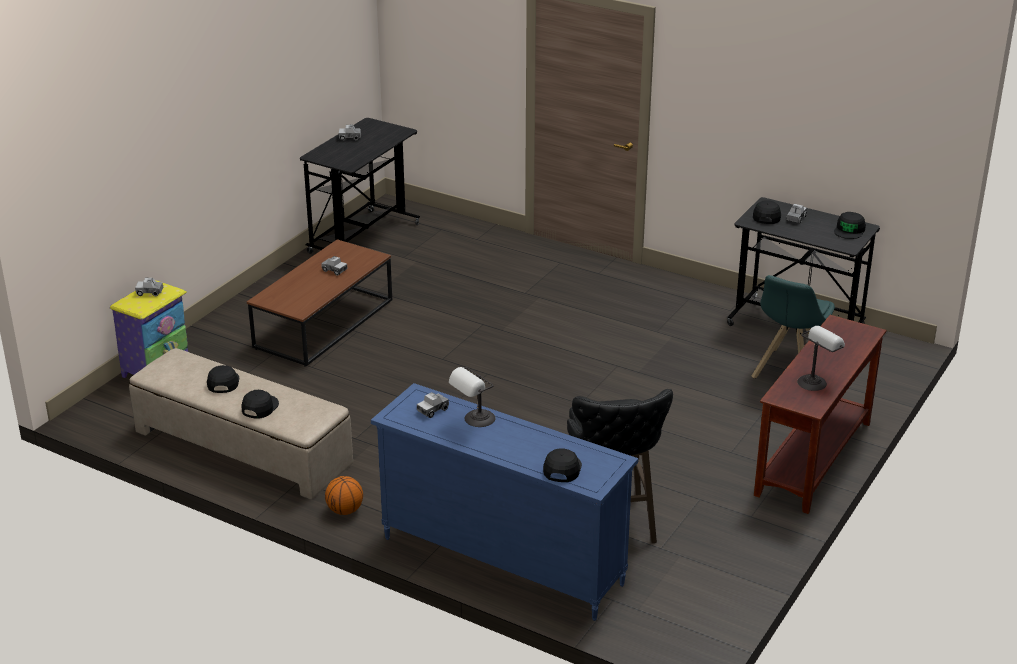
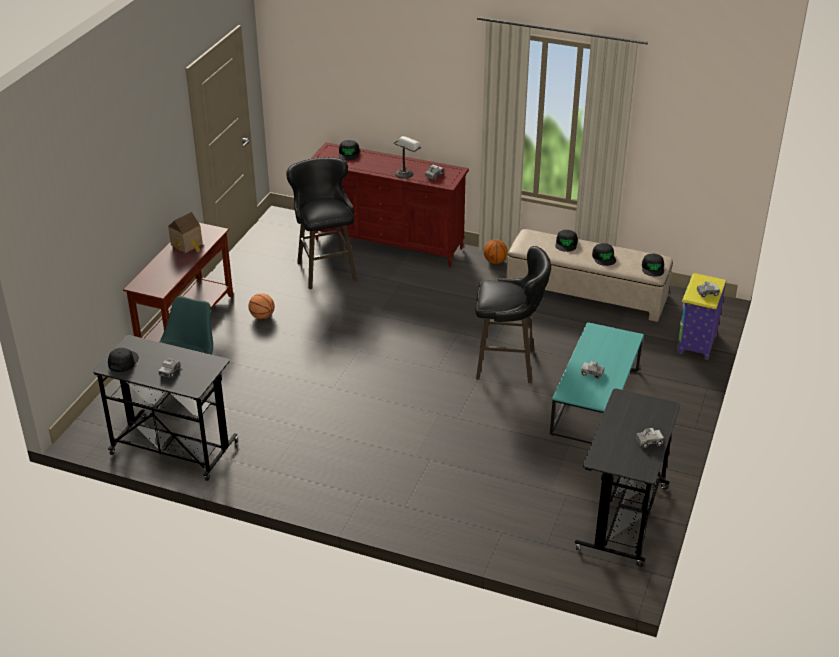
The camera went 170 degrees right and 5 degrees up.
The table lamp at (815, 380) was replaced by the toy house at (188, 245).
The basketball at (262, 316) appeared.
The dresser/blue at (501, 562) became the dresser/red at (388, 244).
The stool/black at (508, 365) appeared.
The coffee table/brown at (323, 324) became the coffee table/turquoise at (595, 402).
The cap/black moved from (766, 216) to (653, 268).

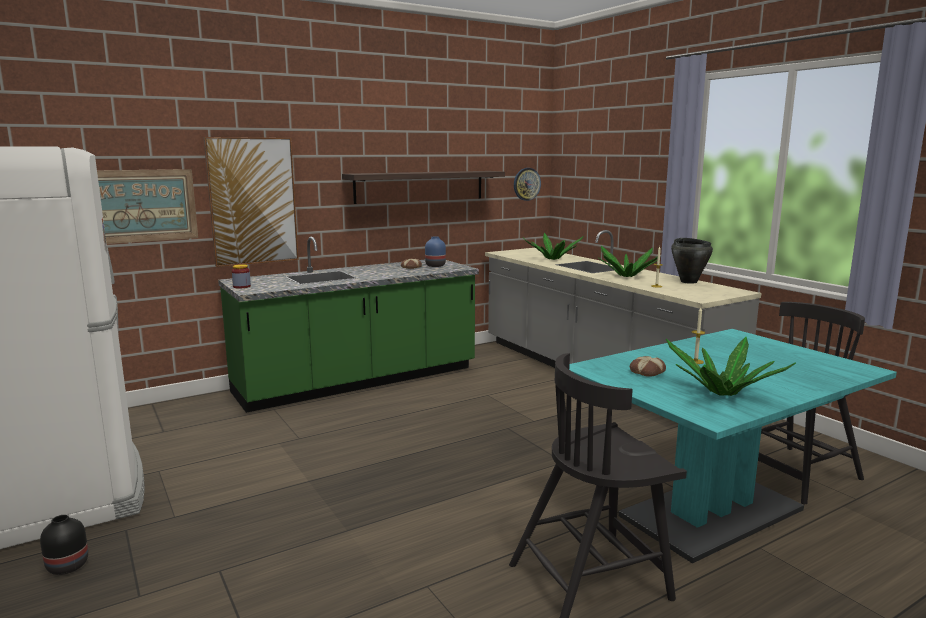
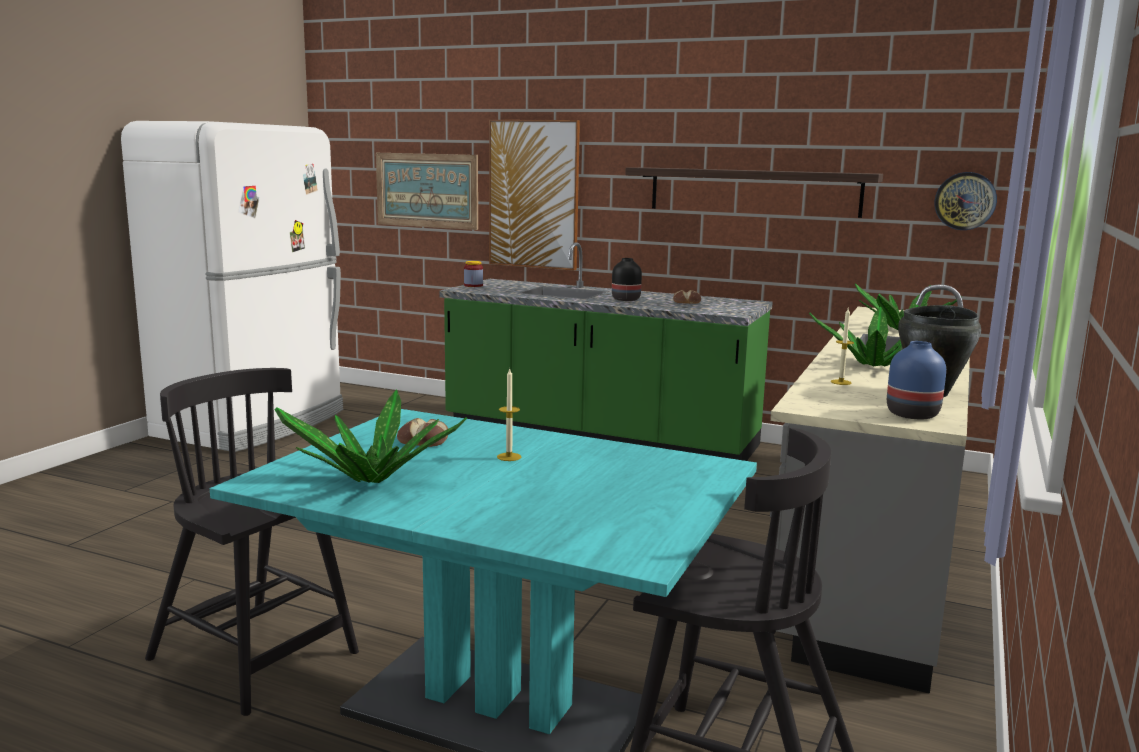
The camera went 55 degrees right and 0 degrees up.
The vase/black moved from (67, 567) to (625, 299).
The vase/blue moved from (436, 265) to (913, 415).

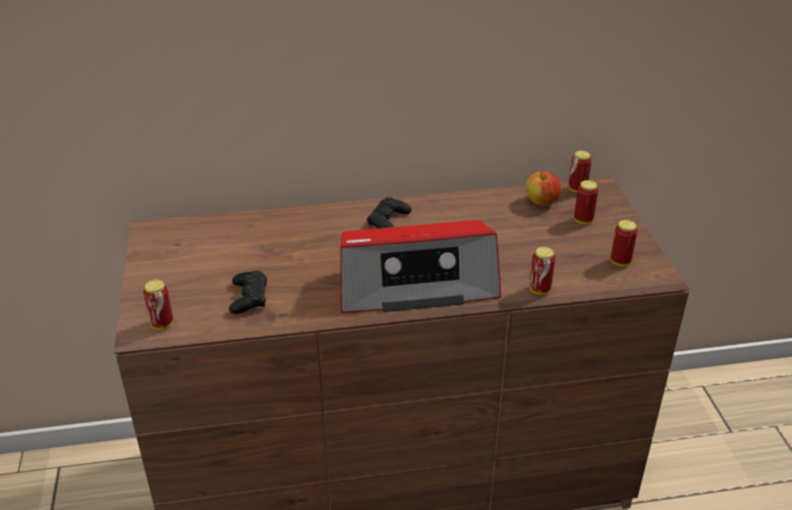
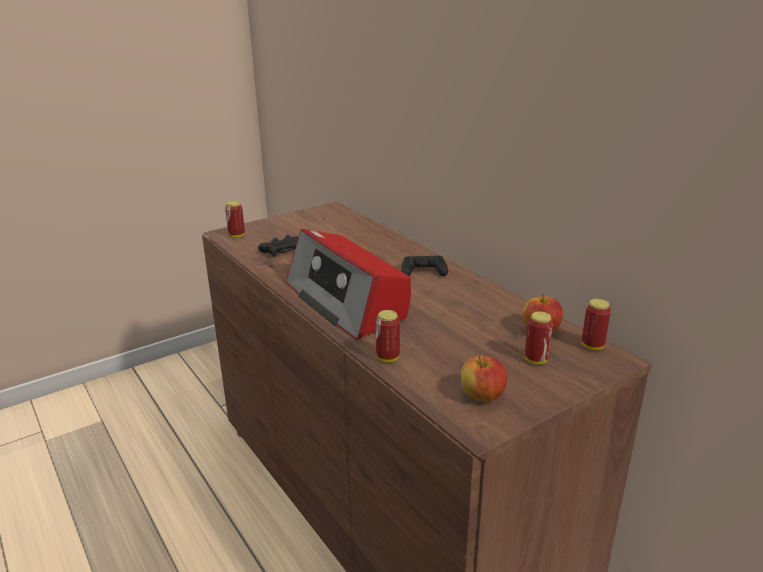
The camera went 65 degrees right and 10 degrees down.
The can at (620, 262) was replaced by the apple at (482, 396).

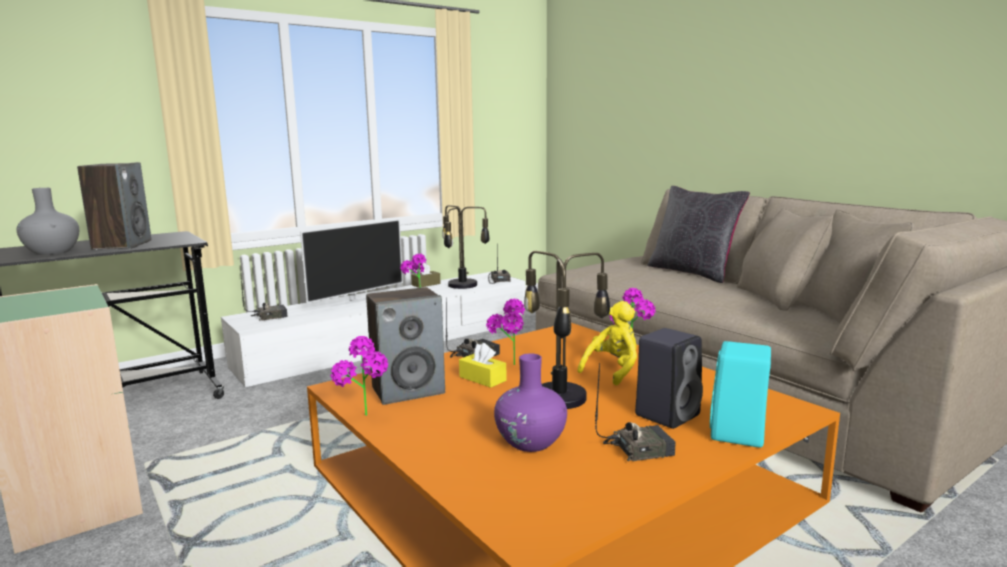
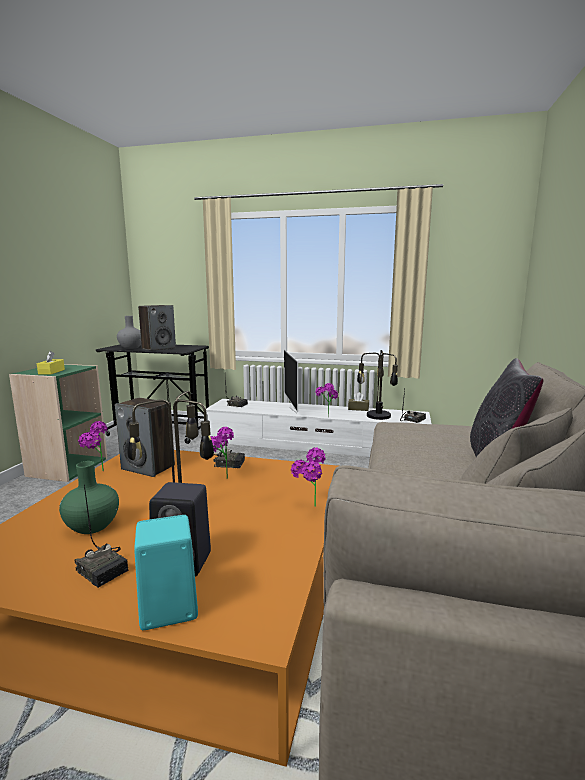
The camera went 50 degrees right and 0 degrees up.
The tissue box/yellow moved from (482, 379) to (51, 372).
The vase/purple at (530, 442) became the vase/green at (92, 526).
The television at (355, 301) turned 75 degrees clockwise.
The plush toy/yellow at (613, 371) disappeared.

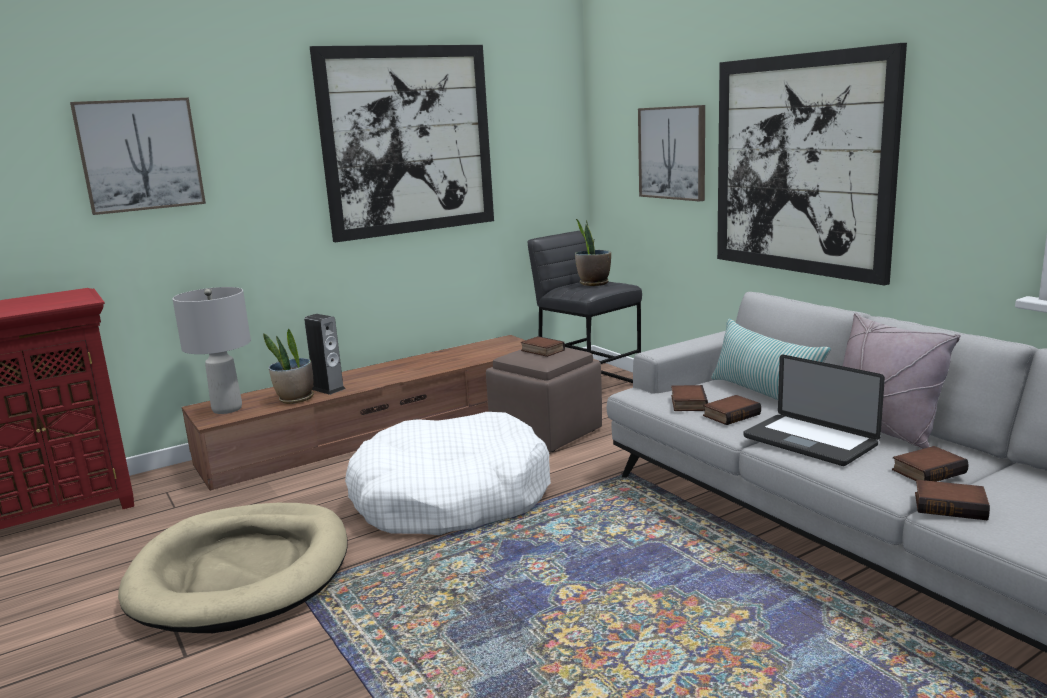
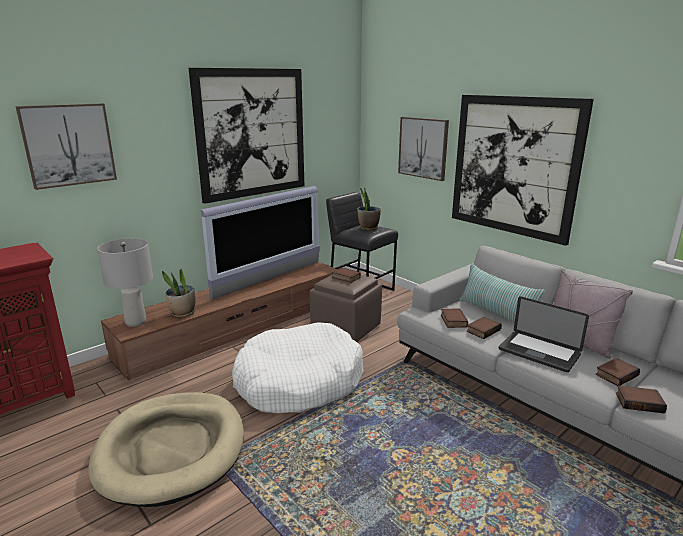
The camera went 10 degrees left and 5 degrees up.
The television at (269, 279) appeared.
The speaker at (328, 389) disappeared.

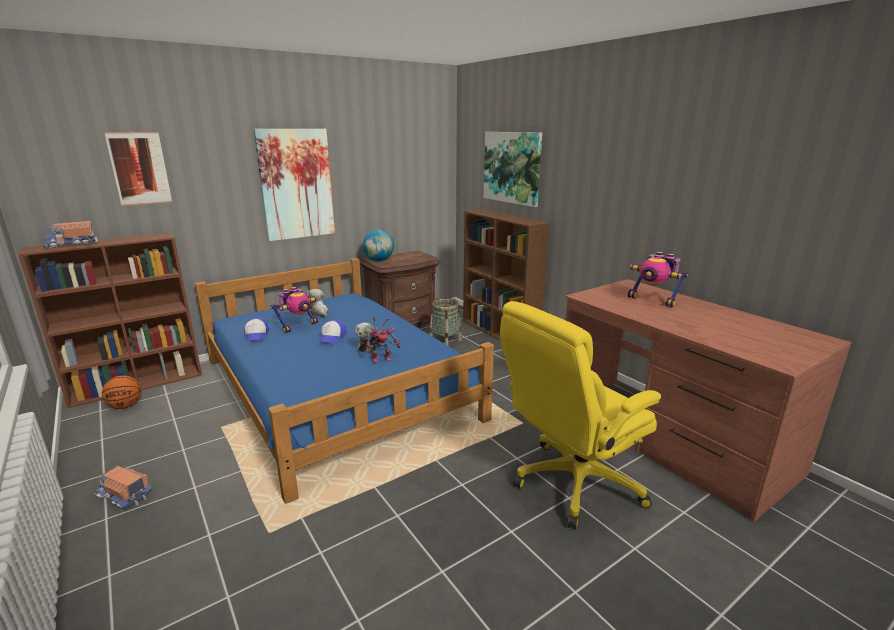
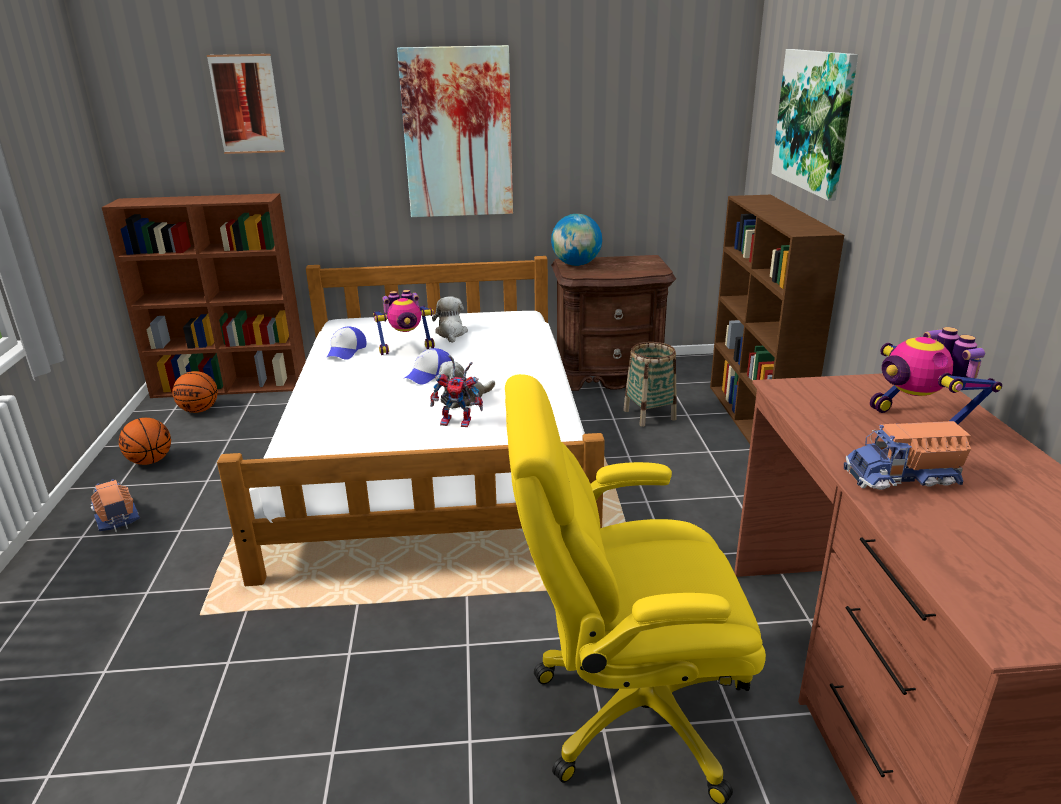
The camera went 30 degrees right and 5 degrees up.
The basketball at (150, 461) appeared.
The bed/blue at (336, 388) became the bed/white at (433, 449).
The toy truck moved from (72, 245) to (903, 477).

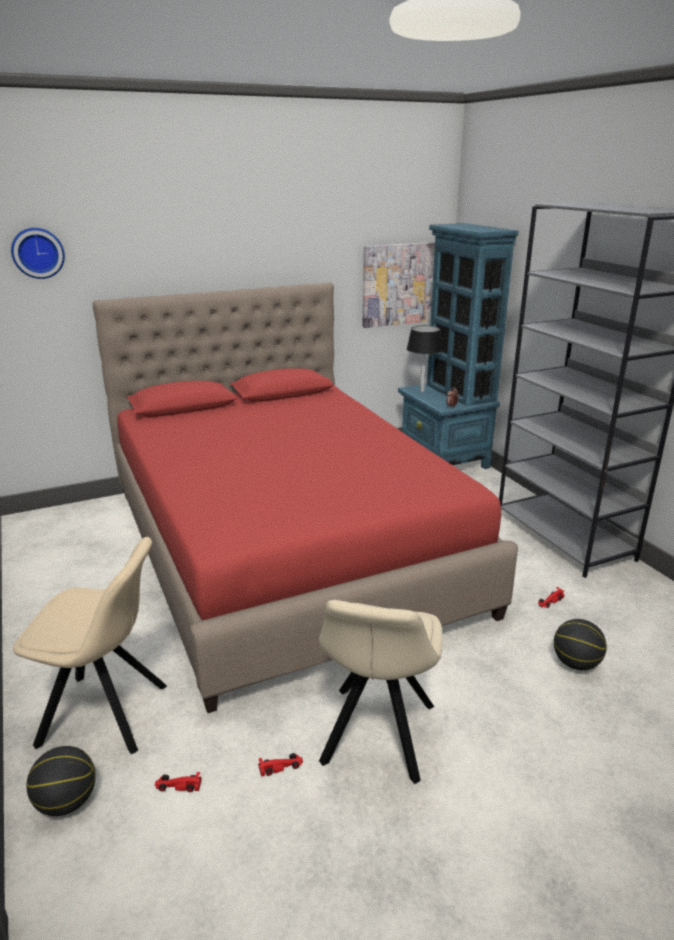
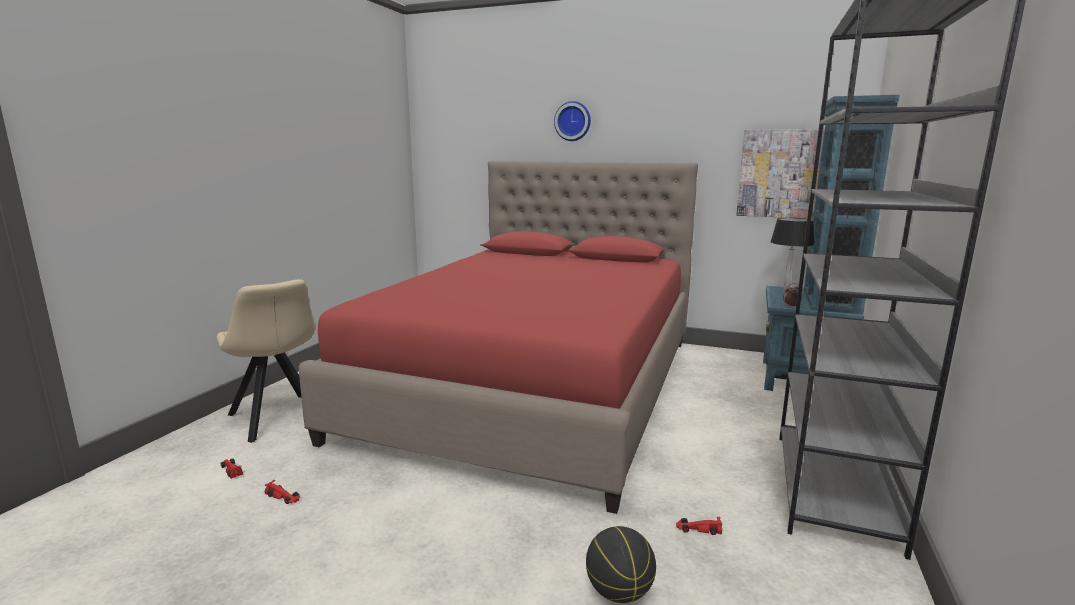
The camera went 45 degrees right and 10 degrees down.
The wall clock moved from (38, 253) to (573, 121).
The basketball at (66, 802) disappeared.
The chair/beige at (377, 734) disappeared.

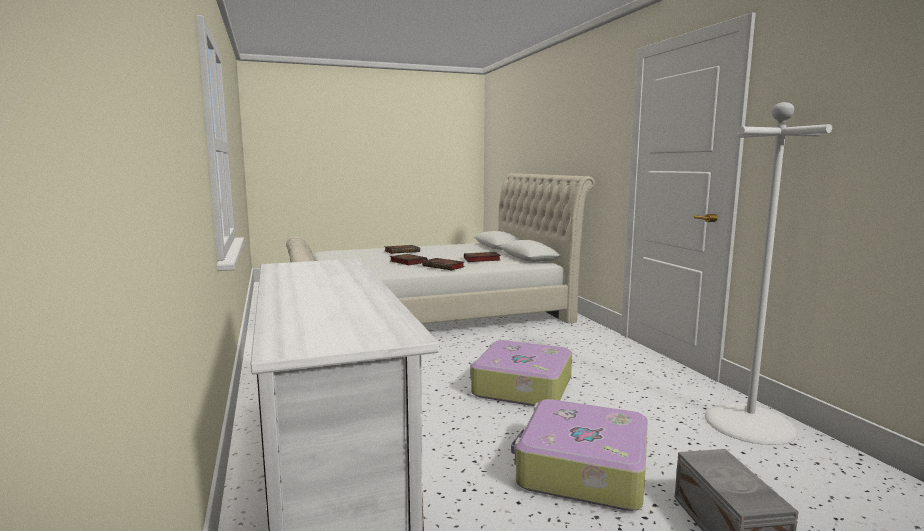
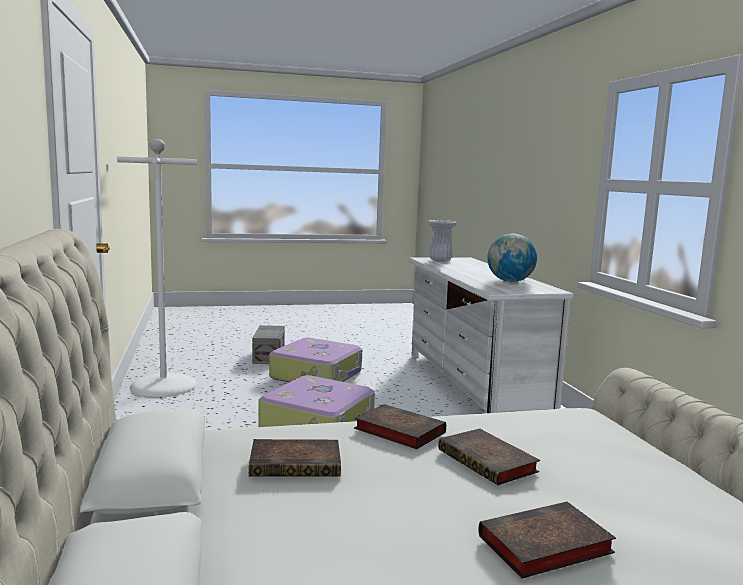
The camera went 175 degrees left and 0 degrees up.
The vase/white at (439, 260) appeared.
The globe at (510, 281) appeared.

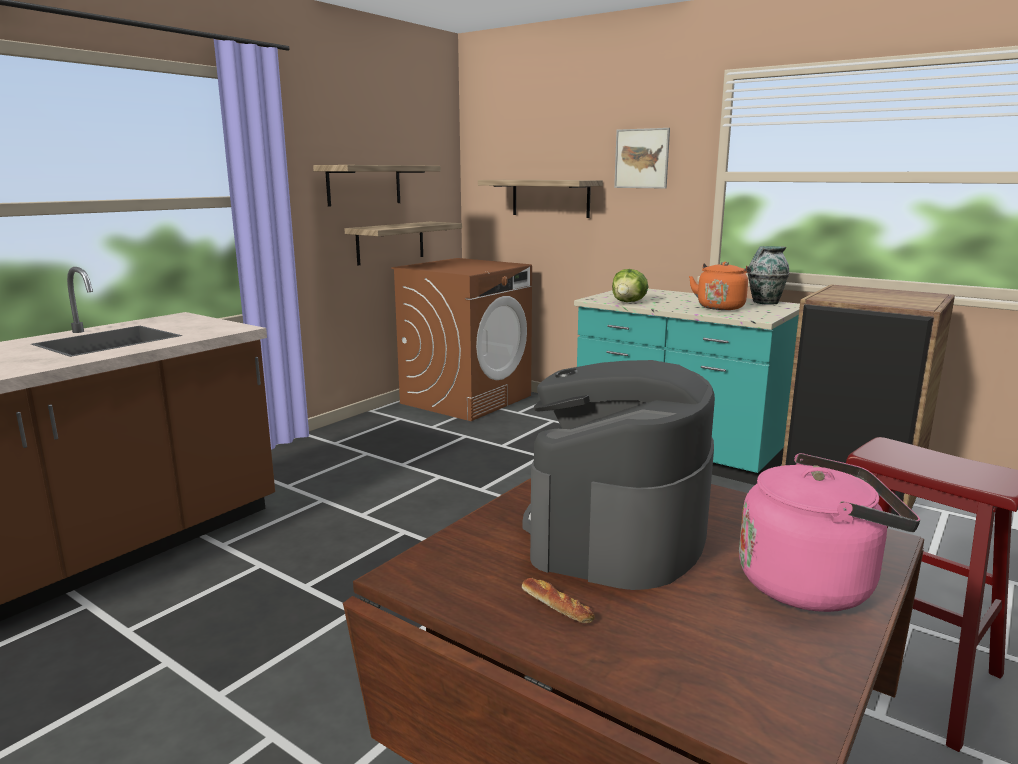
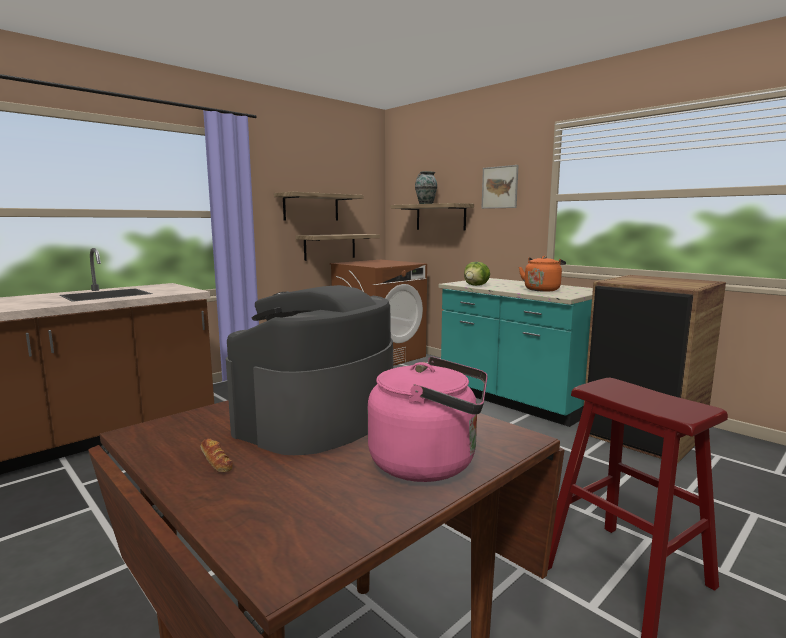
The camera went 10 degrees right and 5 degrees down.
The vase moved from (764, 302) to (425, 204).

